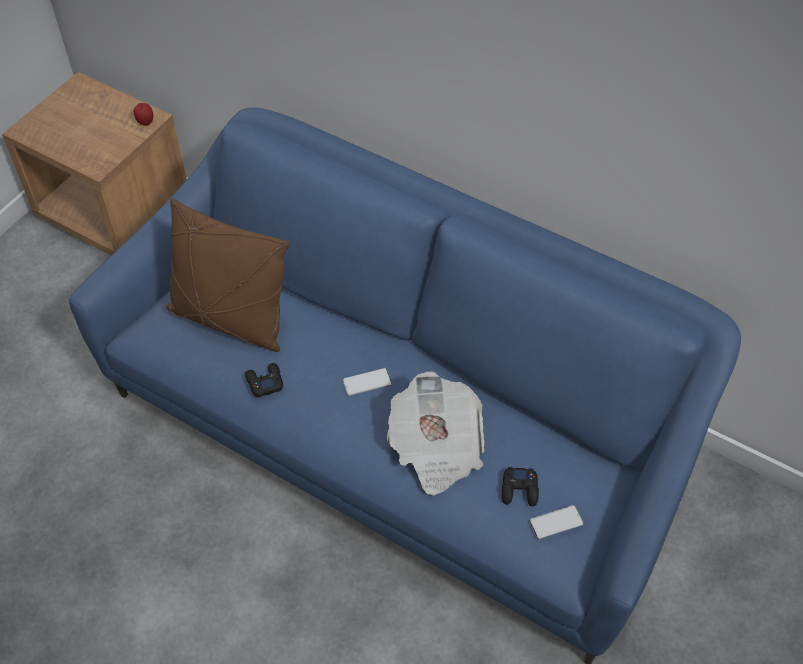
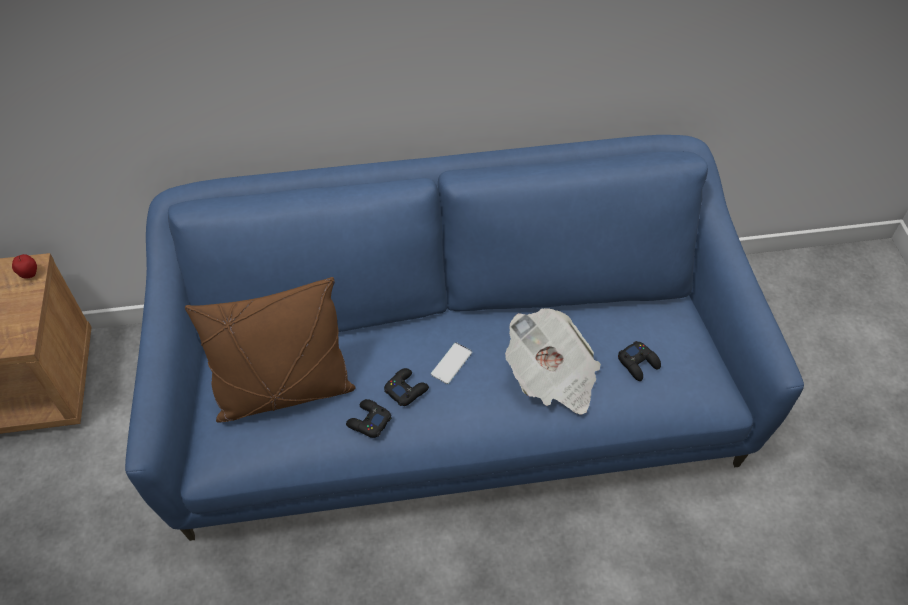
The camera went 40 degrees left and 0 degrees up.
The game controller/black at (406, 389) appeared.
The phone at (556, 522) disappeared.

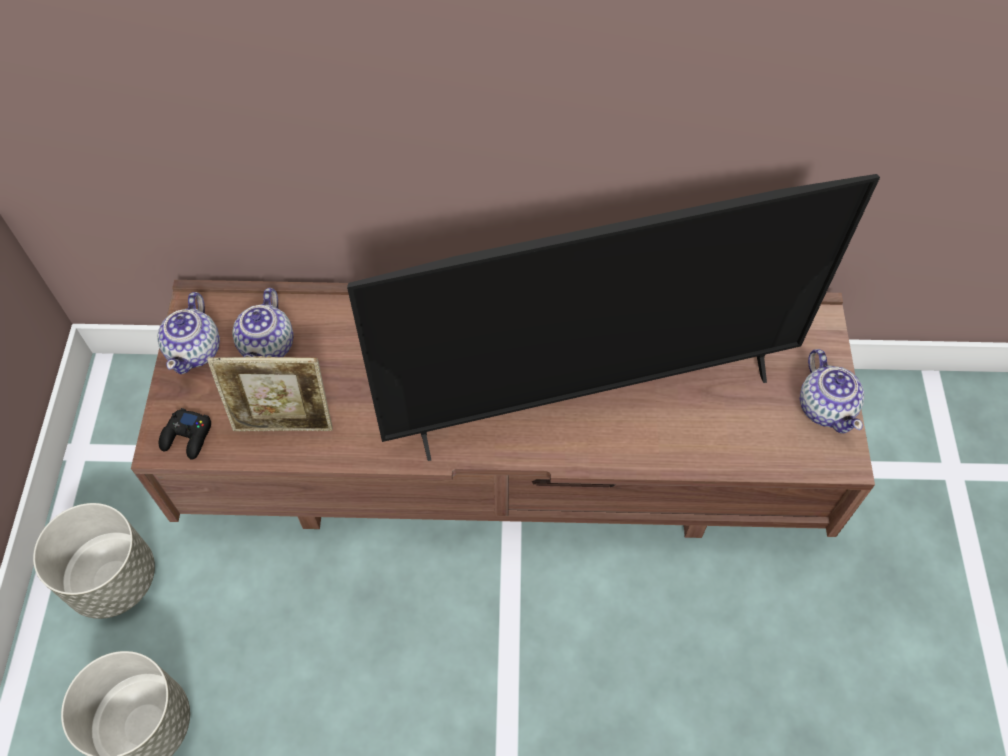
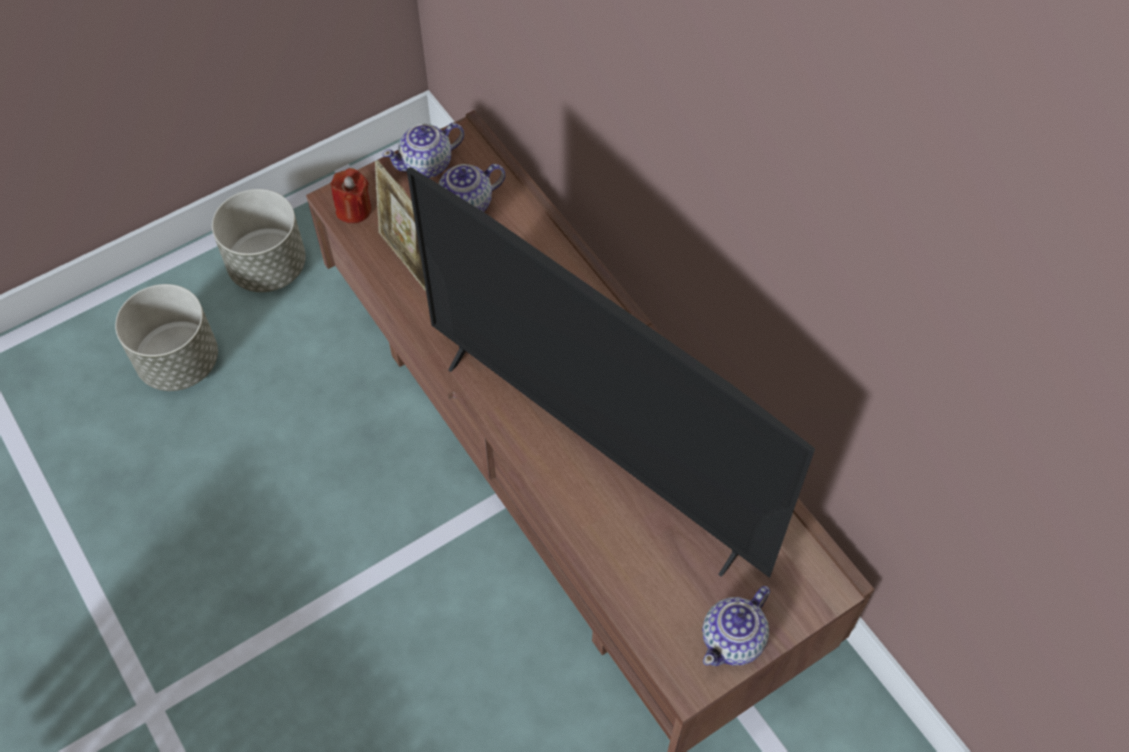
The camera went 55 degrees right and 0 degrees up.
The game controller/black at (187, 437) was replaced by the candle/red at (353, 209).

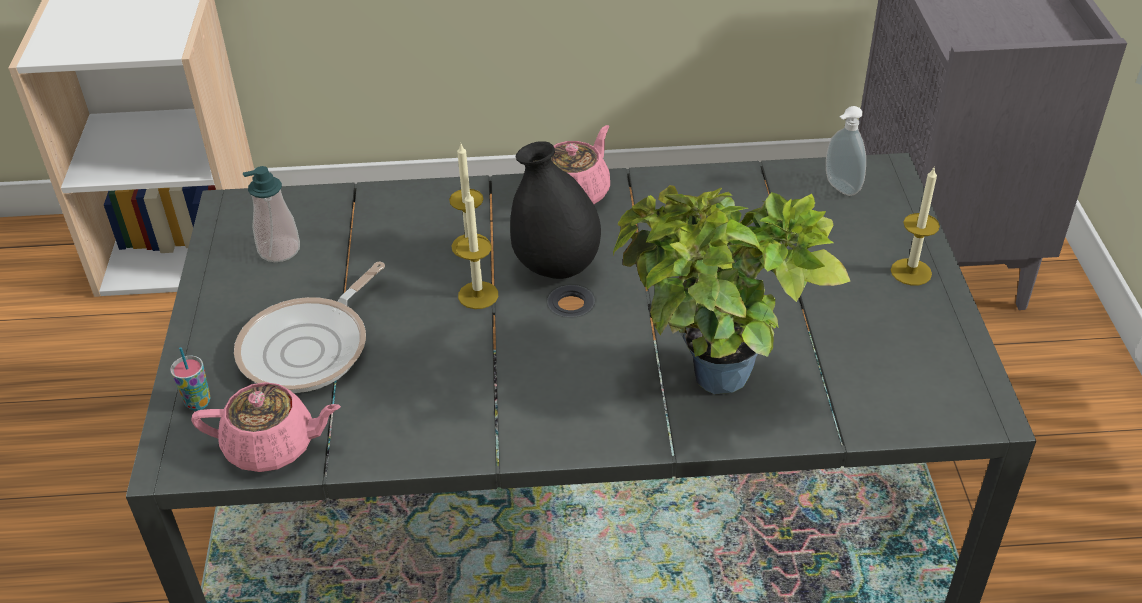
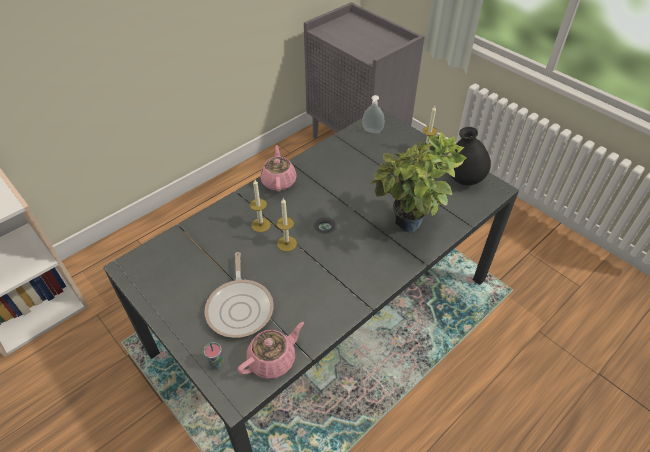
The camera went 40 degrees left and 5 degrees up.
The vase/black moved from (556, 267) to (464, 180).
The soap dispenser at (279, 250) disappeared.

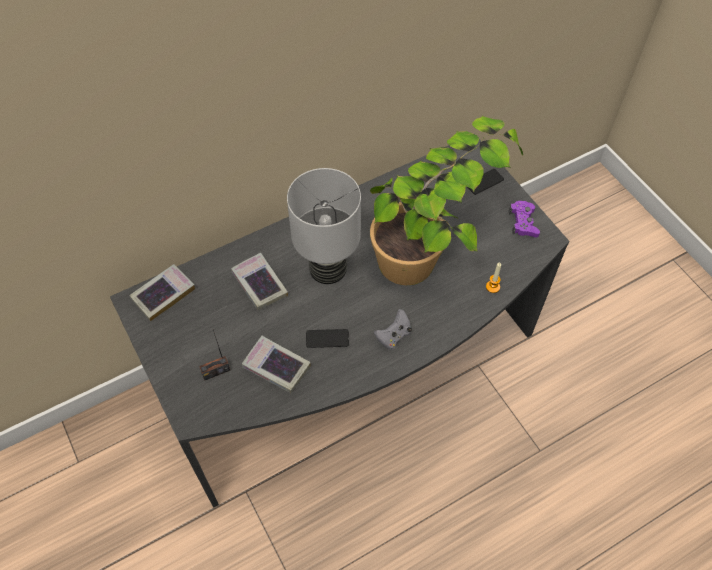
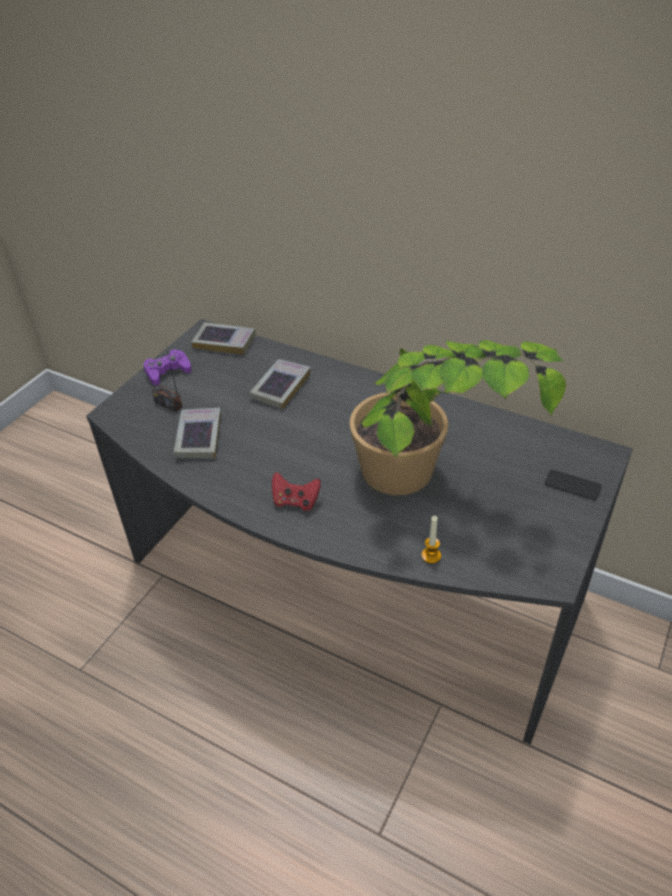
The camera went 60 degrees right and 15 degrees down.
The game controller/purple moved from (523, 223) to (167, 371).
The game controller/grey at (393, 336) became the game controller/red at (295, 501).
The table lamp/grey at (327, 268) disappeared.
The phone at (327, 338) disappeared.

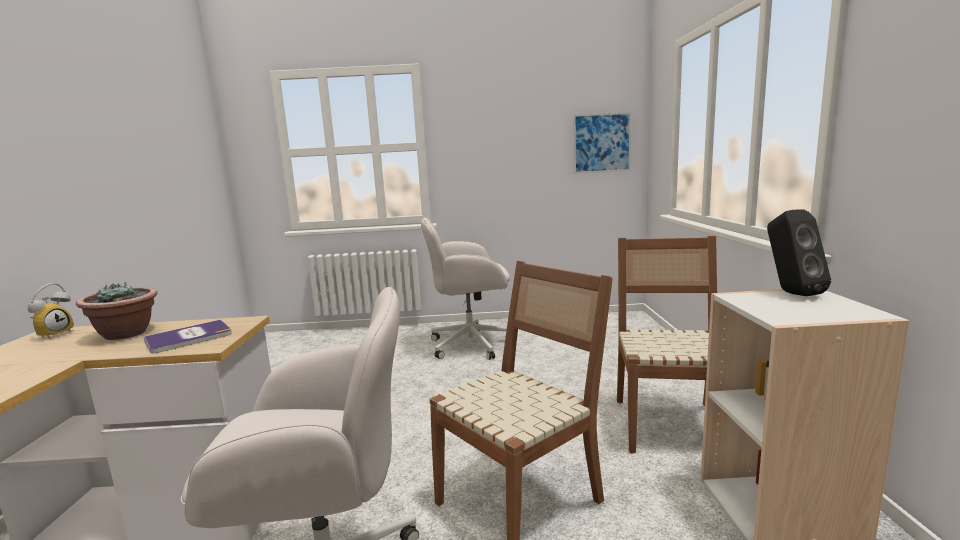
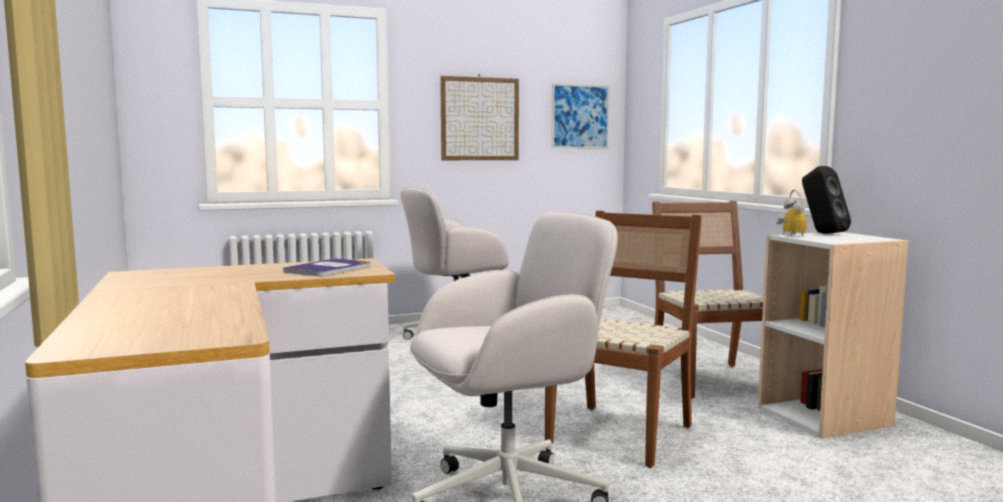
The camera went 20 degrees left and 5 degrees down.
The picture at (480, 117) appeared.
The alarm clock moved from (54, 334) to (788, 235).
The potted plant at (126, 334) disappeared.

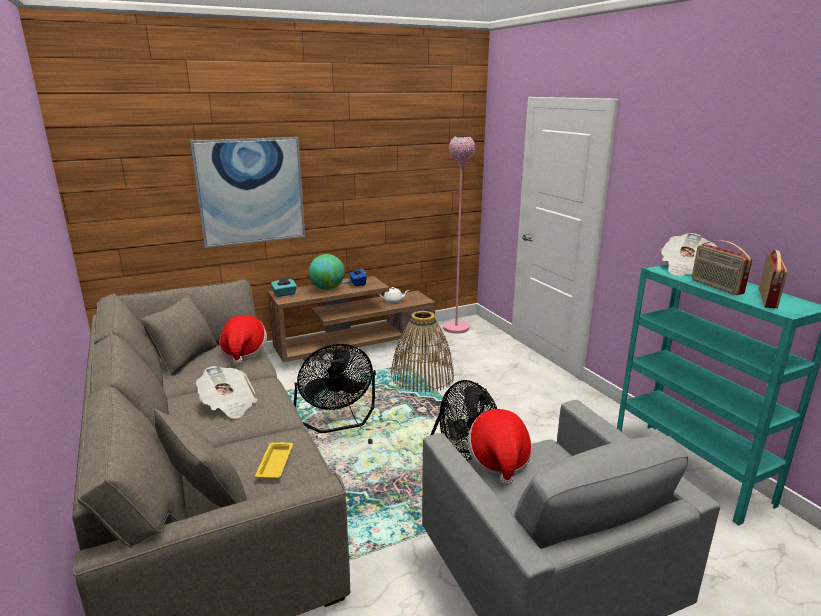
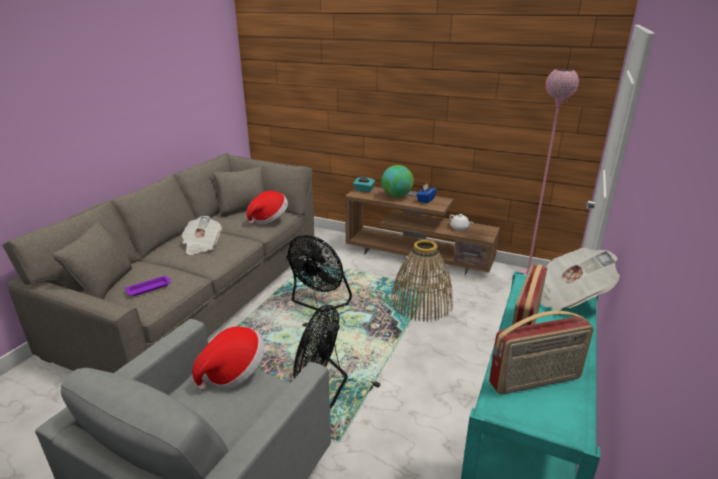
The camera went 50 degrees right and 5 degrees up.
The tray/yellow at (275, 463) became the tray/purple at (149, 288).
The picture at (251, 191) disappeared.

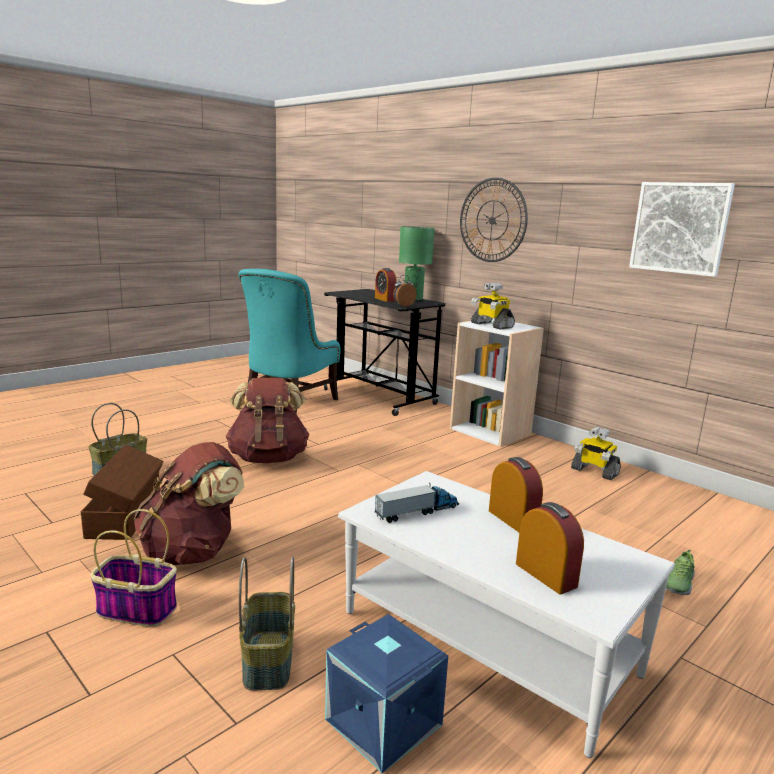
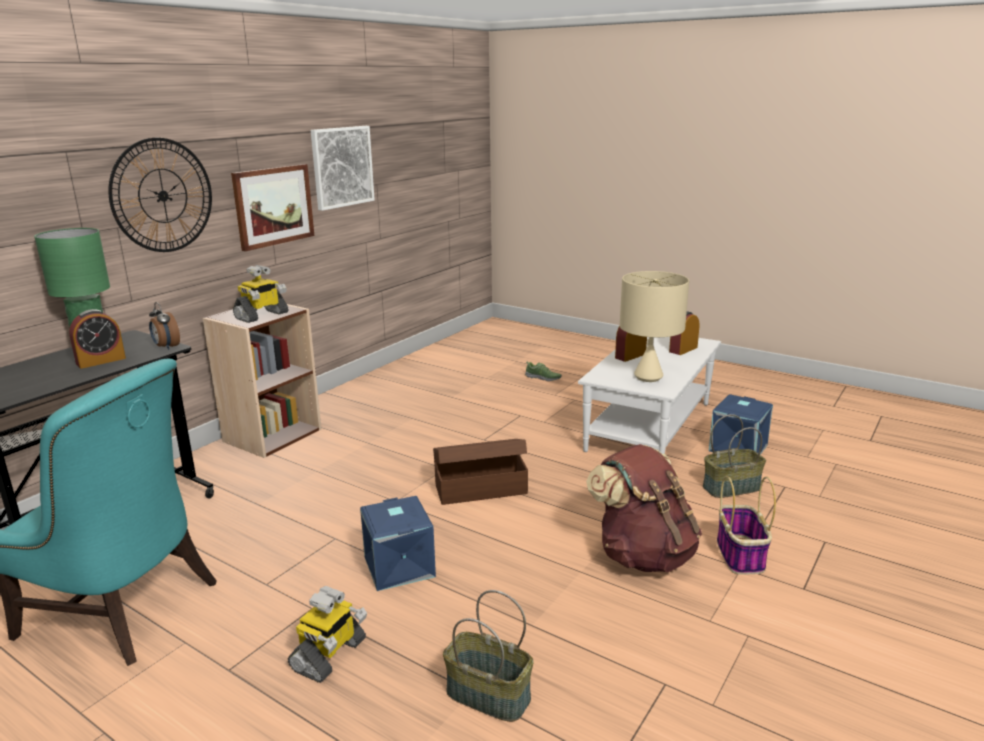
The camera went 100 degrees left and 5 degrees up.
The bookcase/white at (491, 431) became the bookcase/brown at (272, 434).
The picture at (273, 206) appeared.
The toy robot moved from (594, 471) to (329, 656).
The backpack/brown at (268, 458) was replaced by the storage box/blue at (397, 566).
The storage box/brown moved from (126, 515) to (479, 488).
The toy truck at (417, 512) was replaced by the table lamp/beige at (648, 377).

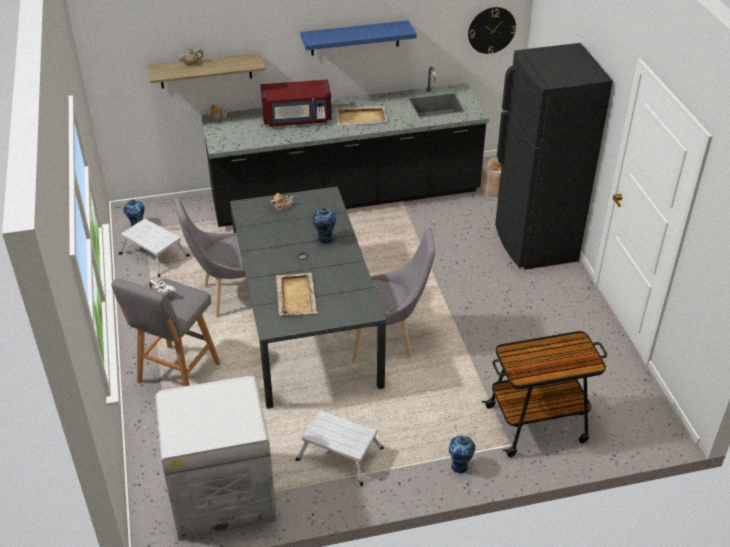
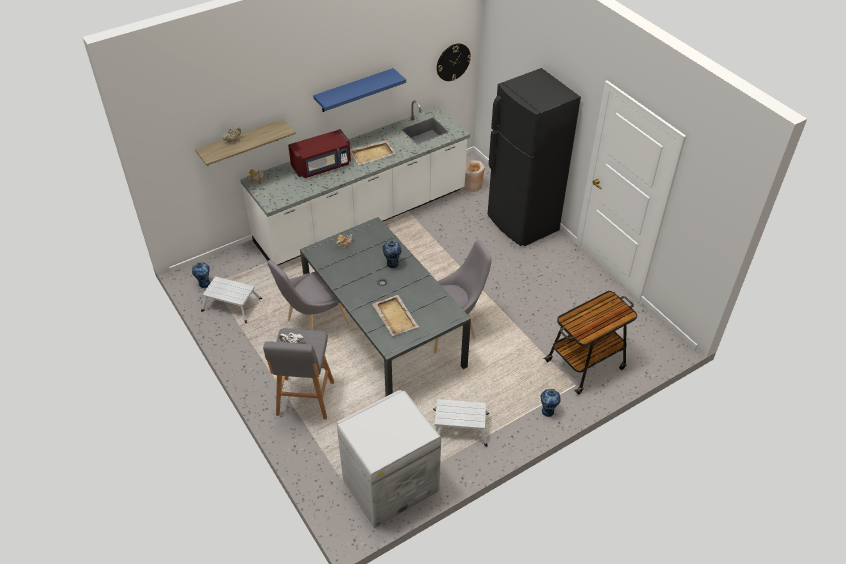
The camera went 20 degrees left and 5 degrees up.
The counter/black at (345, 197) became the counter/white at (362, 217).

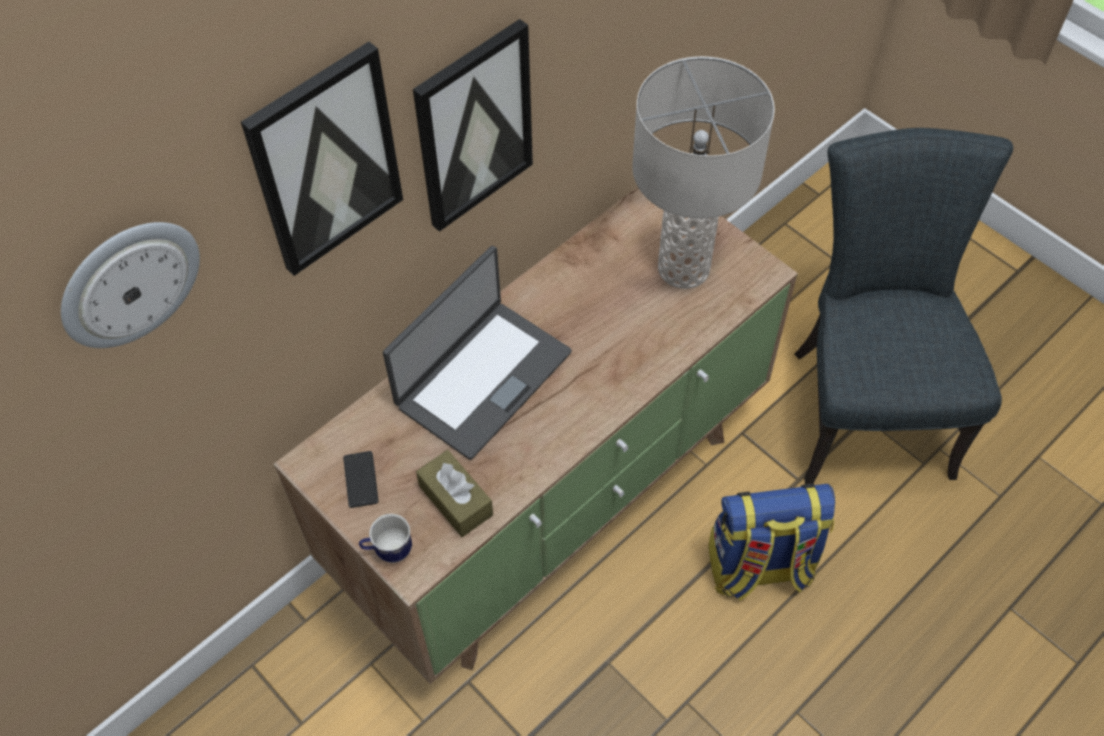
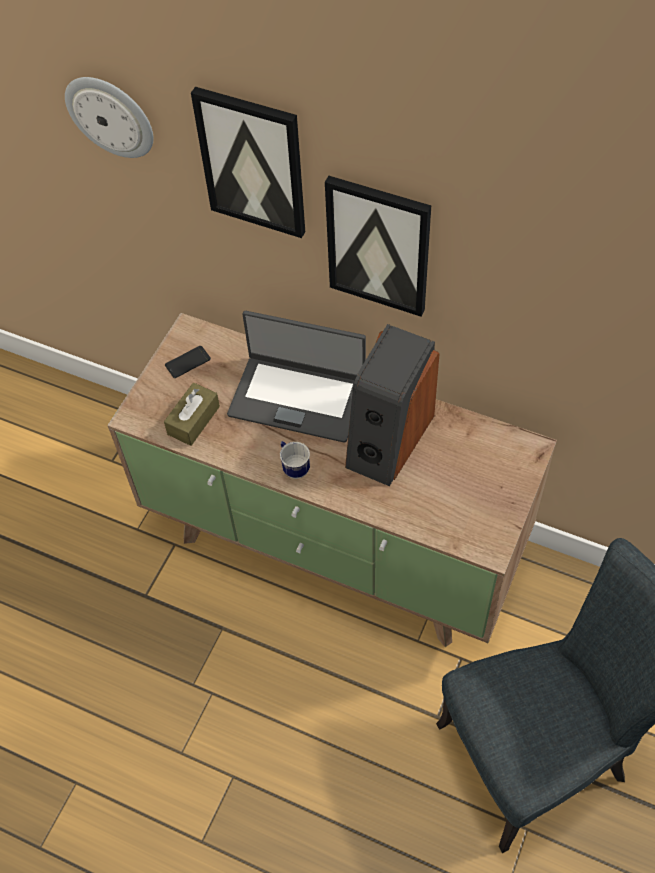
The camera went 70 degrees right and 0 degrees up.
The mug moved from (388, 551) to (294, 467).
The speaker at (388, 439) appeared.
The table lamp/white at (683, 268) disappeared.
The backpack at (759, 567) disappeared.

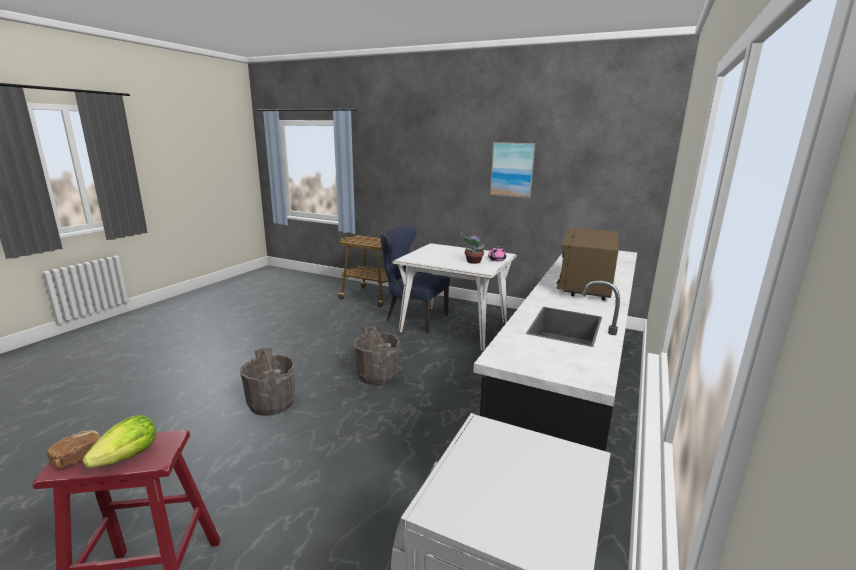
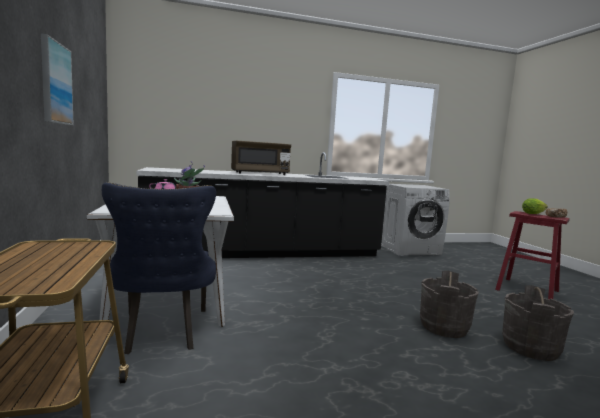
The camera went 130 degrees left and 10 degrees down.
The bucket/grey moved from (377, 375) to (530, 347).

